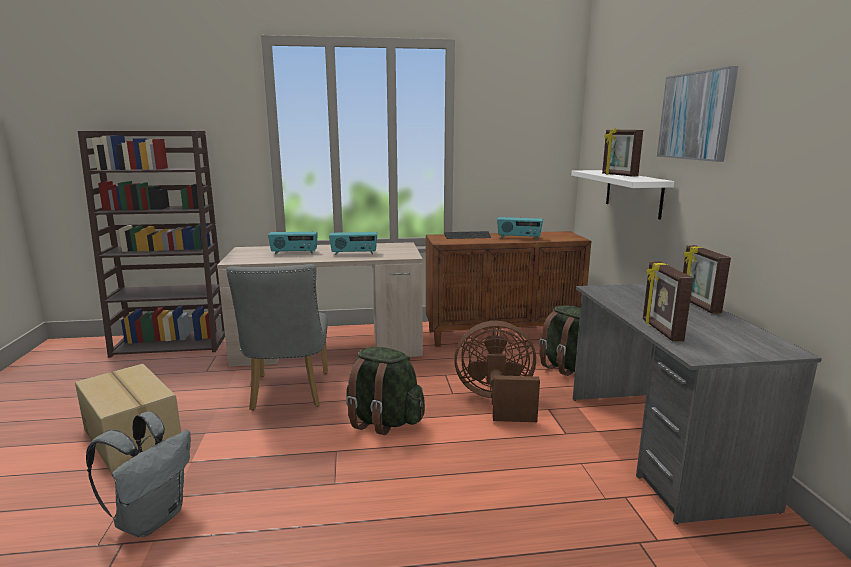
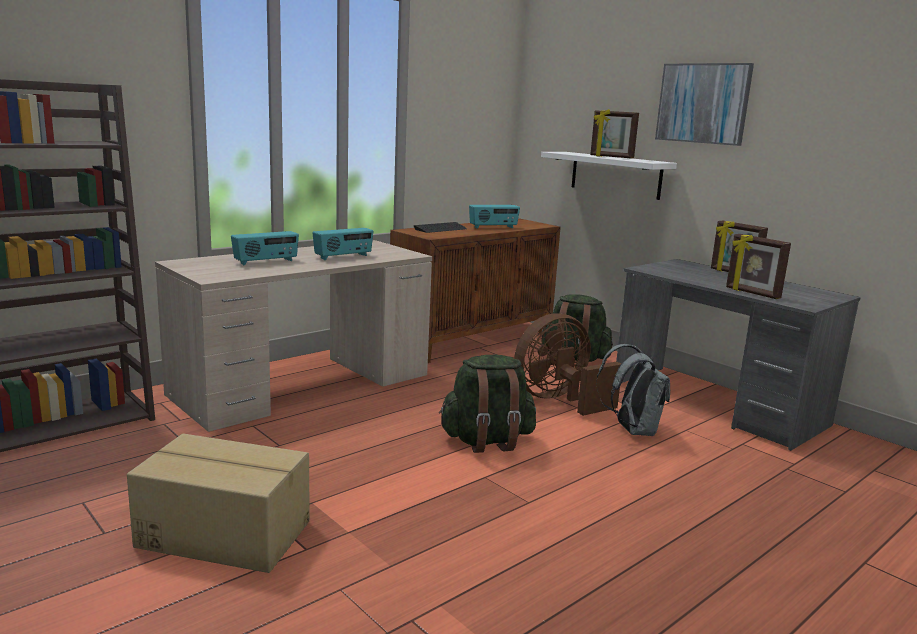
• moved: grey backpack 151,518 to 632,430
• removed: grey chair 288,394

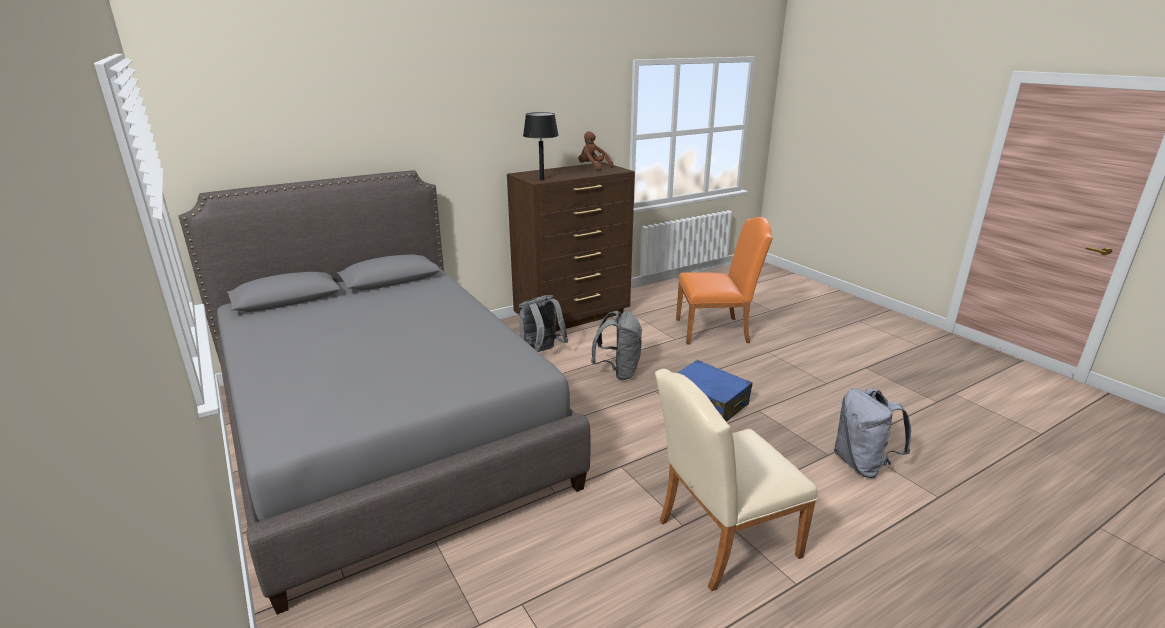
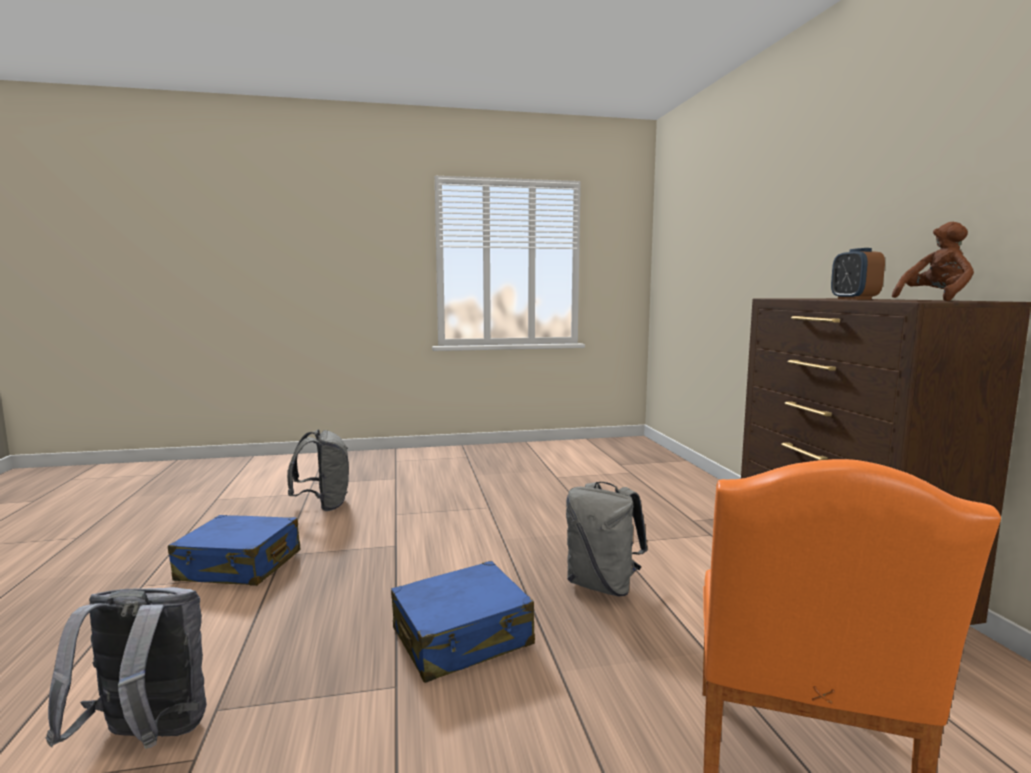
• removed: grey bed 387,431
• moved: grey backpack 541,352 to 323,505
• removed: black table lamp 542,179
• replaced: beige chair 720,540 to blue suitcase 239,566
• added: alarm clock 854,299

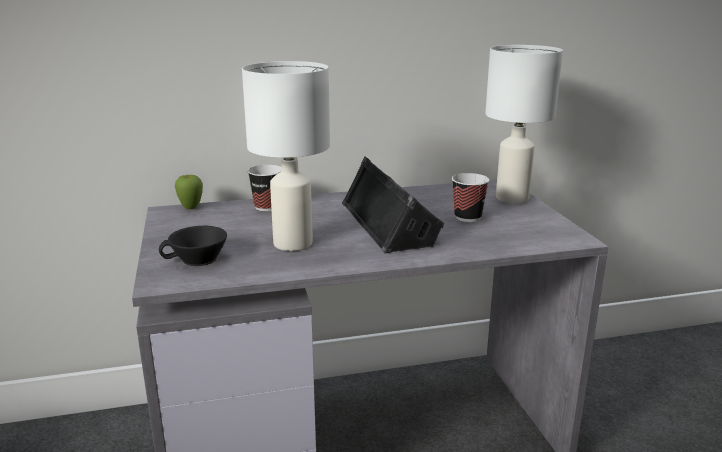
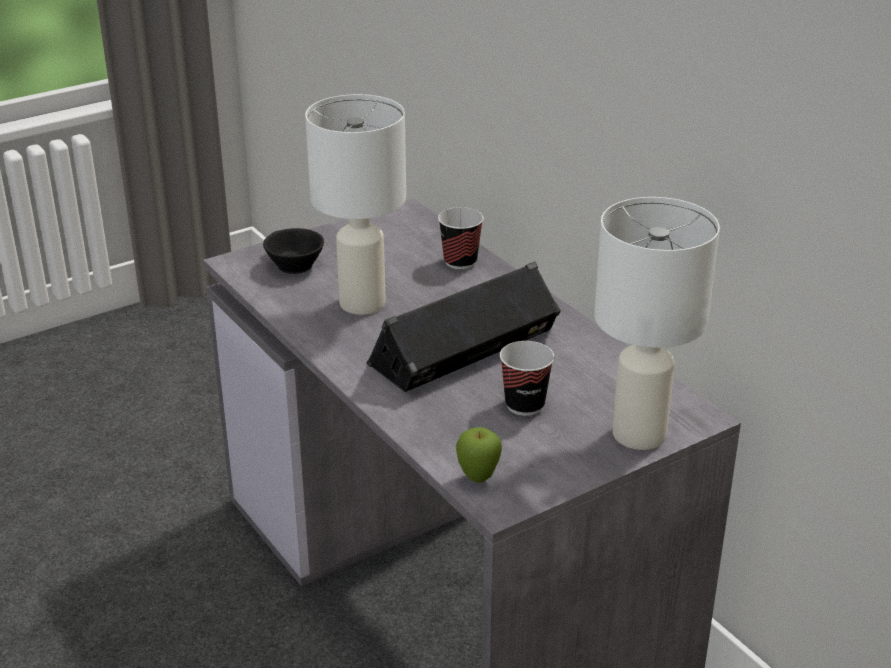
• moved: apple 191,208 to 478,479

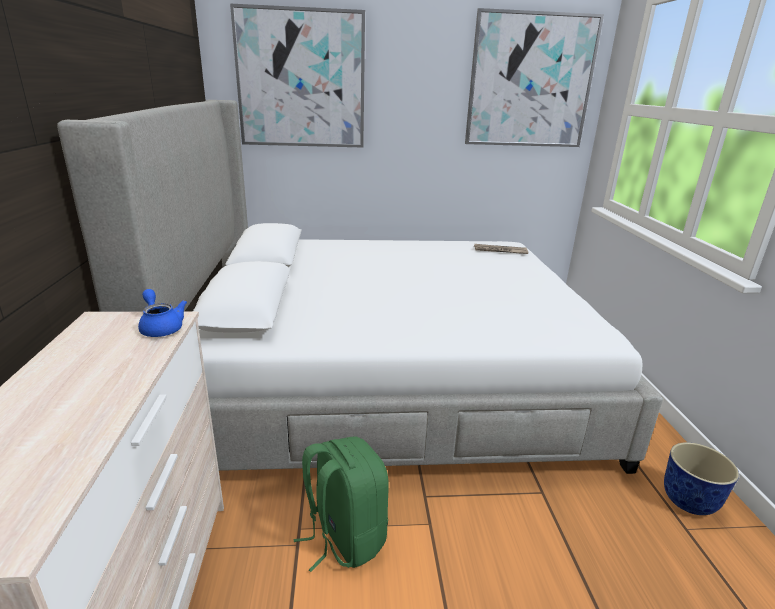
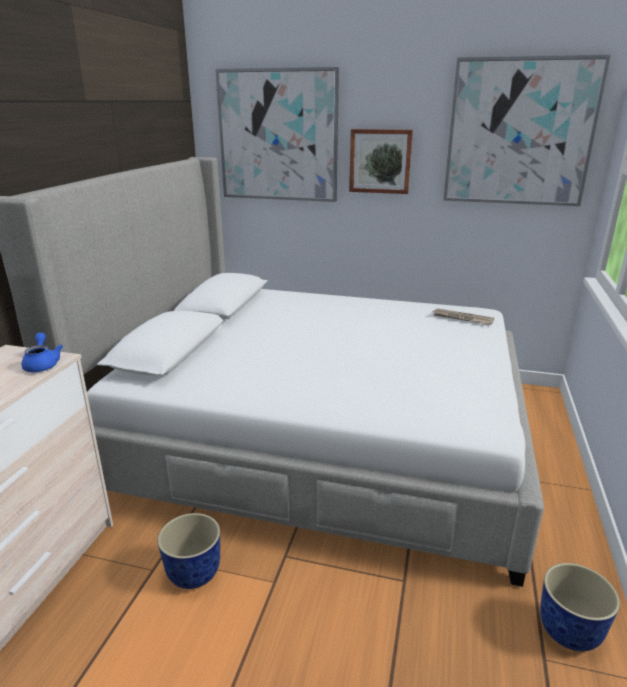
• replaced: green backpack 344,537 to planter 193,574
• added: picture 380,161

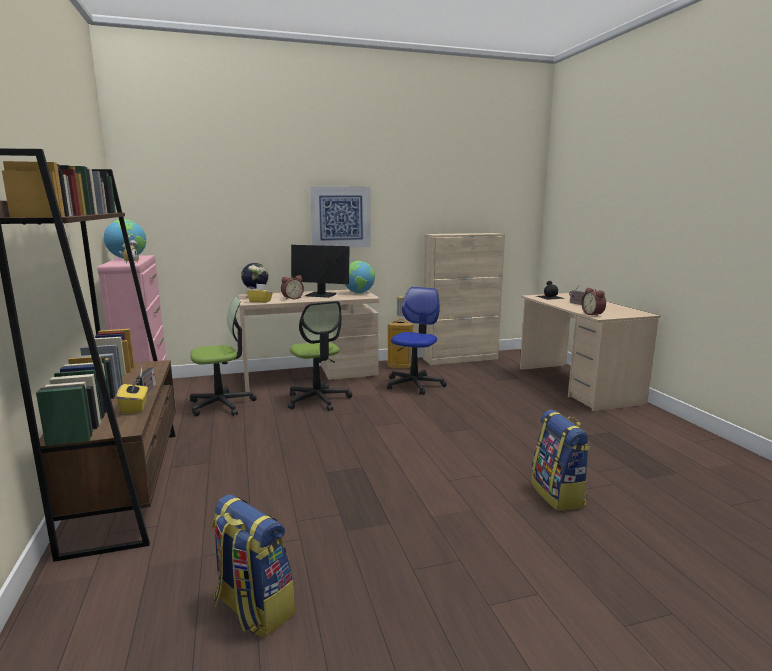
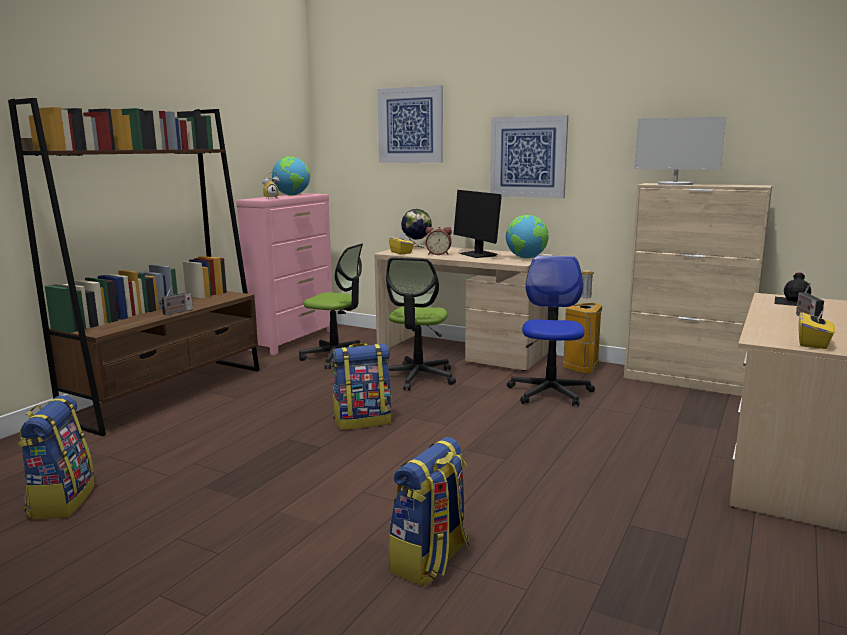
• moved: yellow tissue box 134,407 to 813,343
• turned: office chair 414,384 = 550,393 60 degrees counterclockwise
• removed: alarm clock 593,314
• added: backpack 363,421
• added: picture 410,125
• added: monitor 675,184

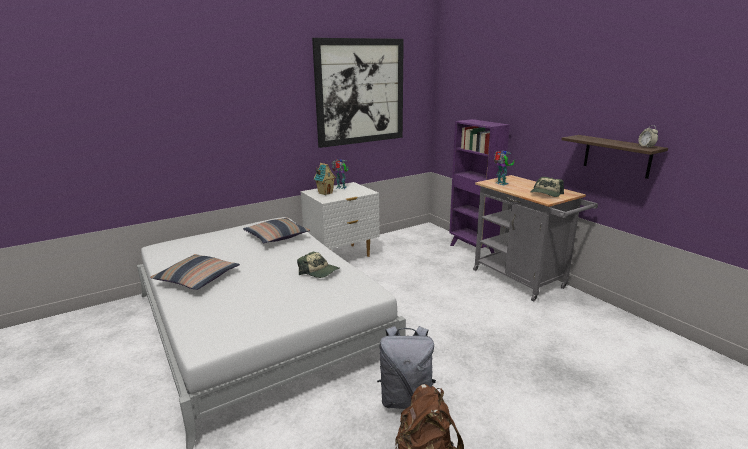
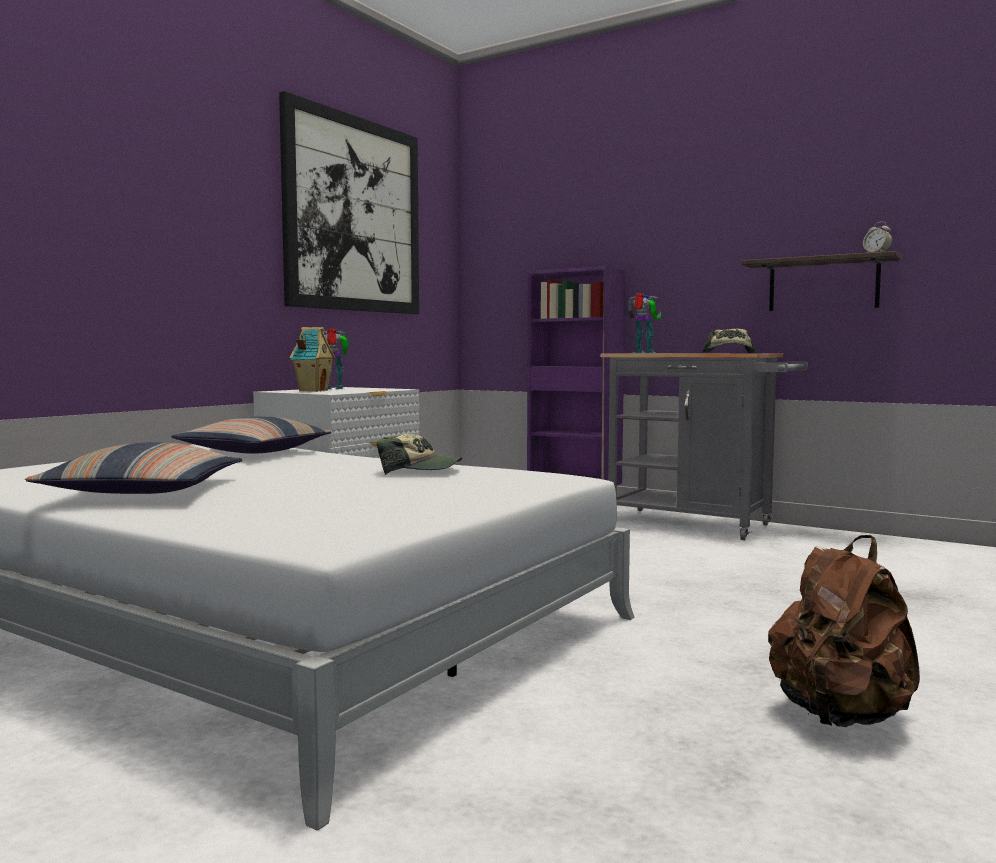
• removed: grey backpack 406,399

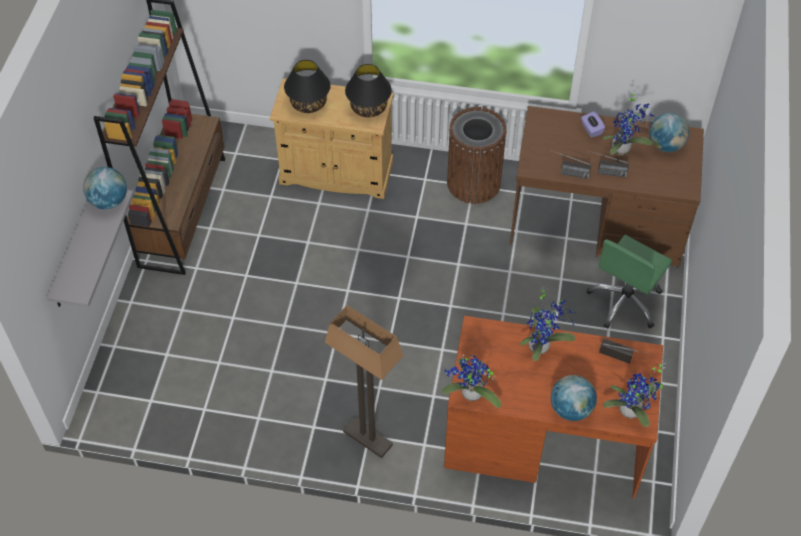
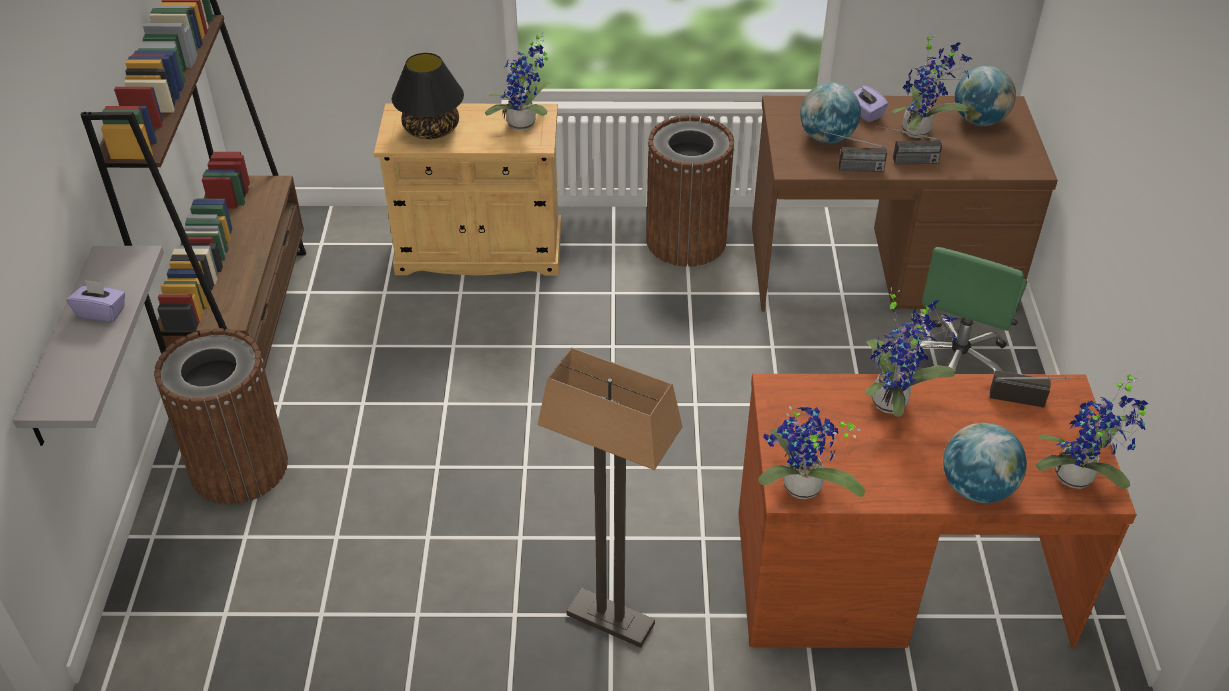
• moved: globe 109,201 to 826,137
• replaced: black table lamp 368,108 to potted plant 525,125
• added: purple tissue box 102,312
• added: brown trash can 239,467

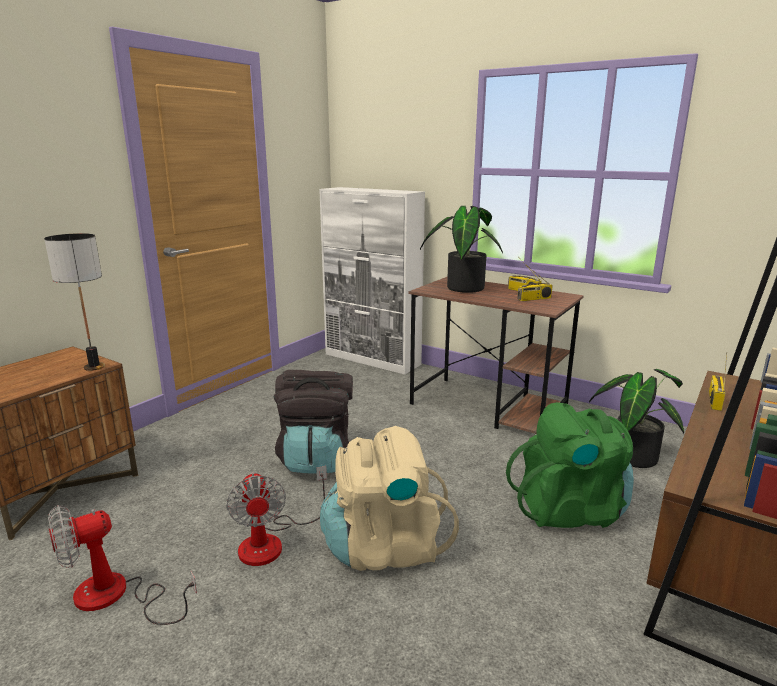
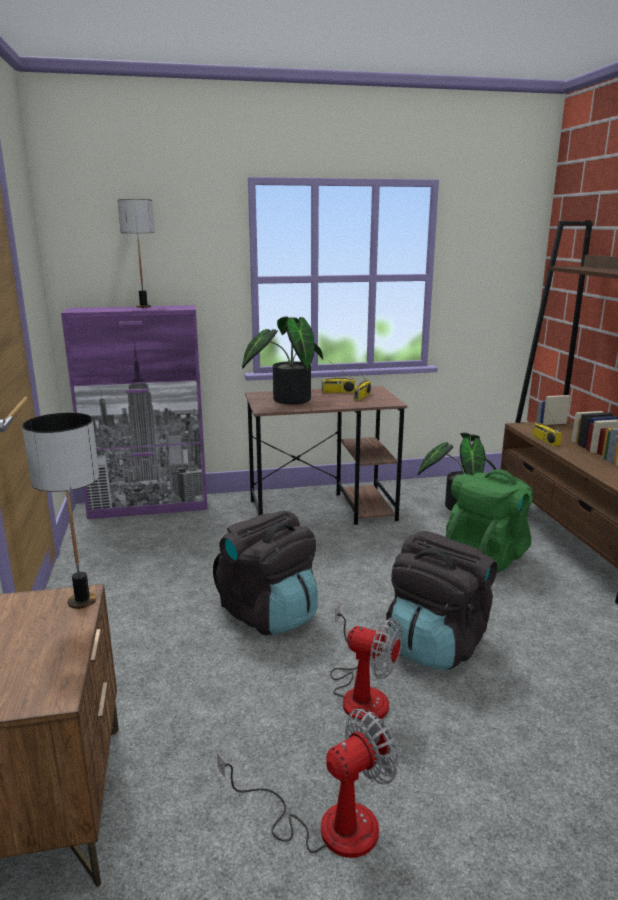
• turned: fan 116,597 = 327,824 135 degrees counterclockwise
• recoloured: white cabinet 372,359 to purple cabinet 149,507
• recoloured: beige backpack 384,547 to black backpack 436,644
• added: table lamp 144,307

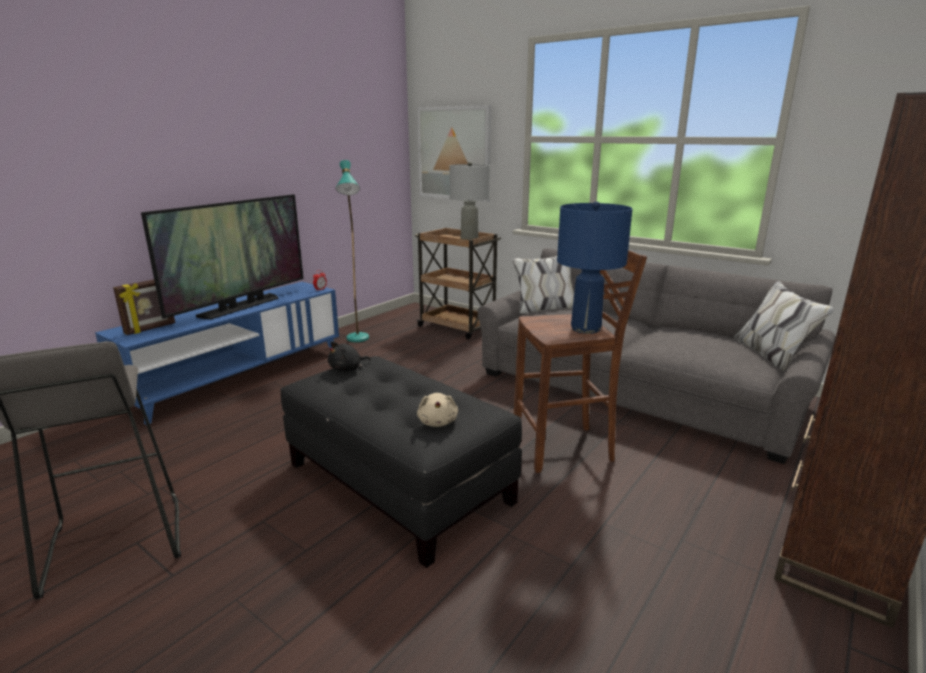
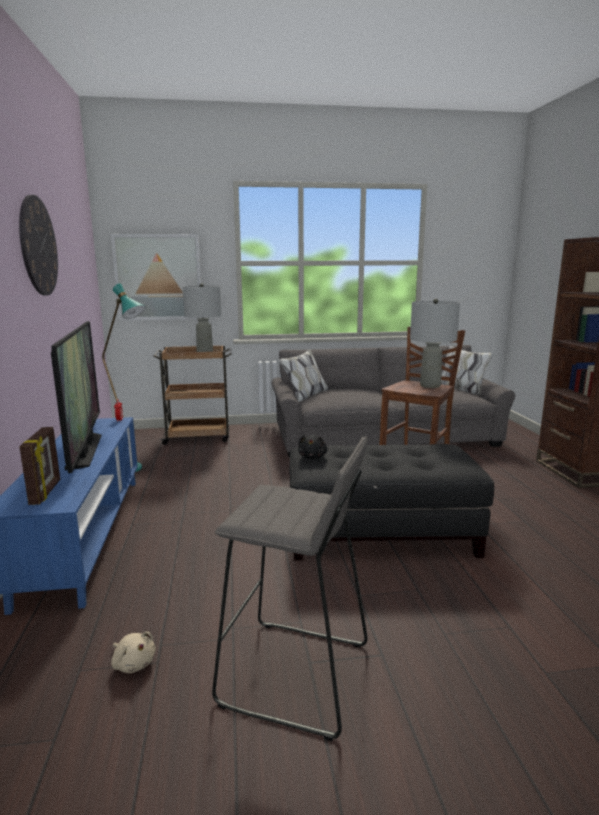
• moved: beige plush toy 438,422 to 133,663
• recoloured: blue table lamp 585,329 to grey table lamp 430,386
• added: wall clock 38,246

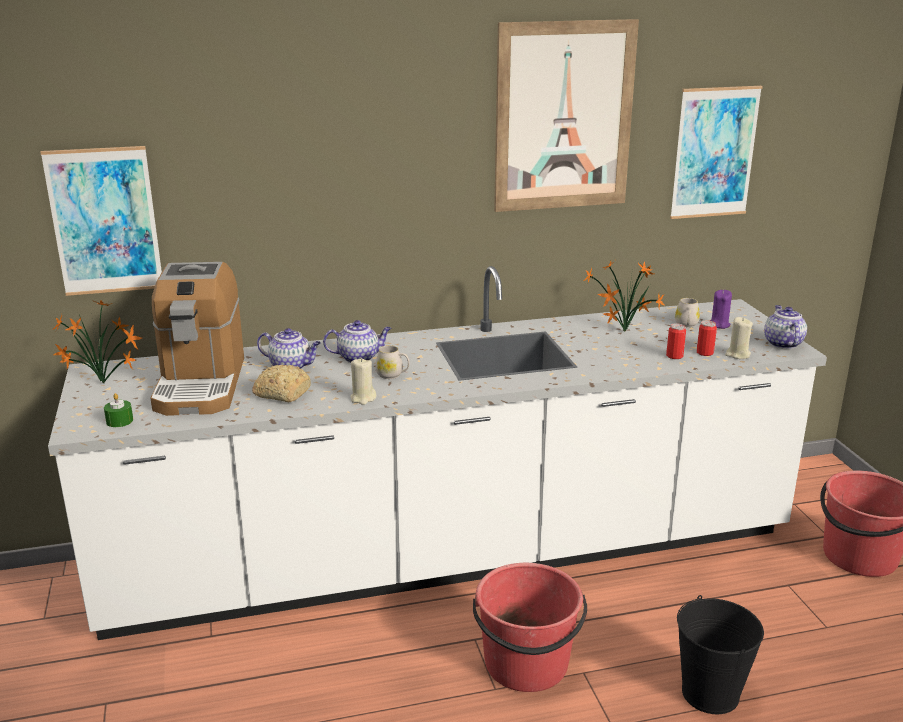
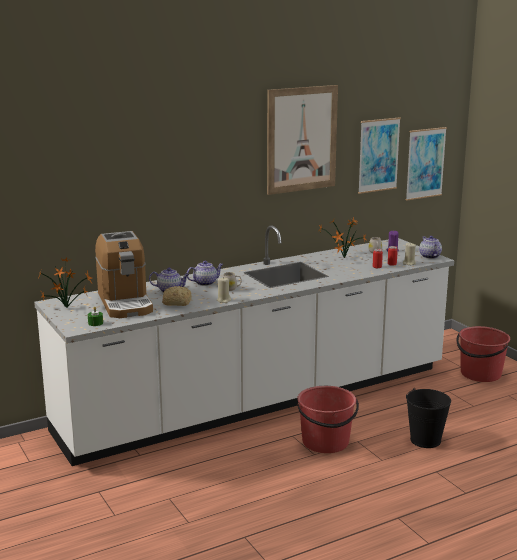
• moved: picture 104,221 to 425,163

